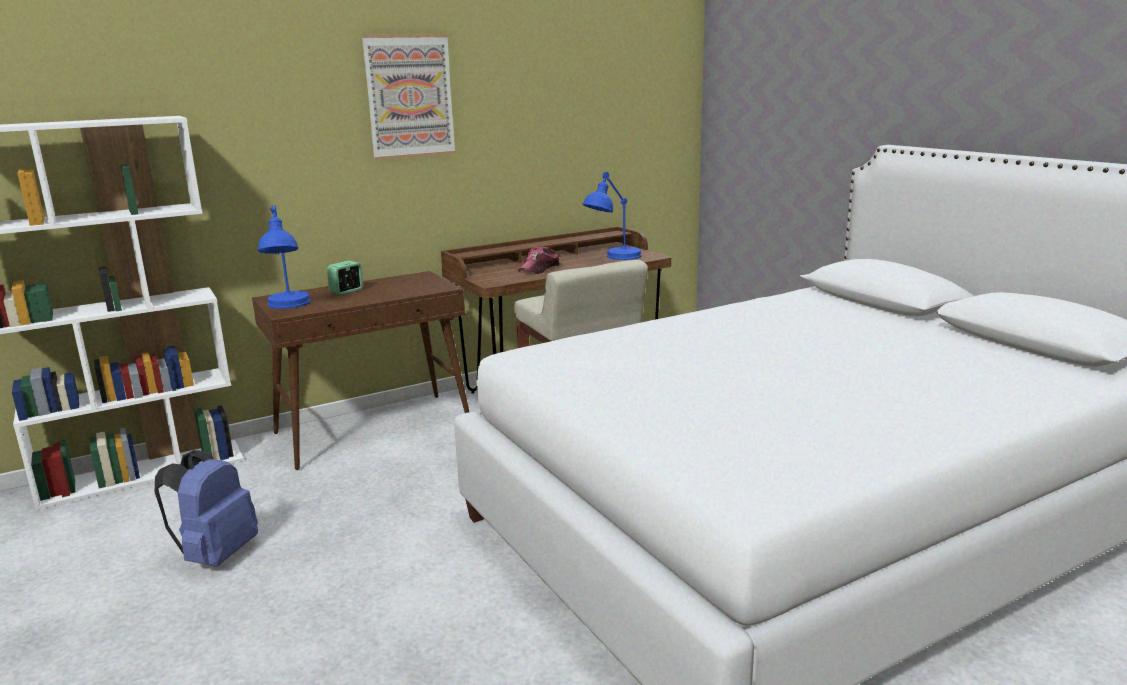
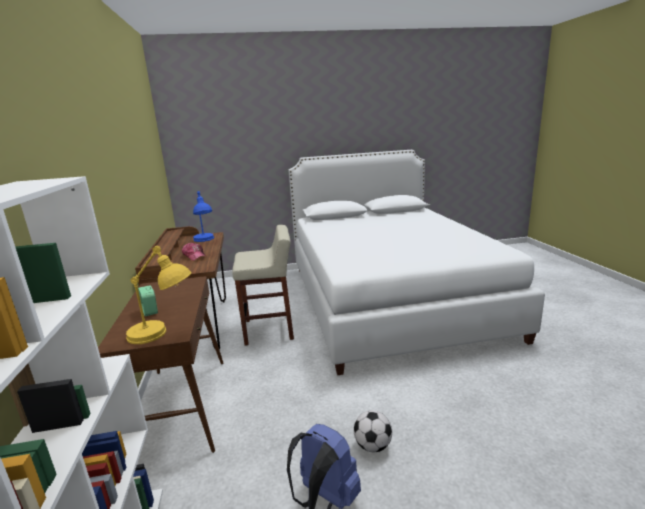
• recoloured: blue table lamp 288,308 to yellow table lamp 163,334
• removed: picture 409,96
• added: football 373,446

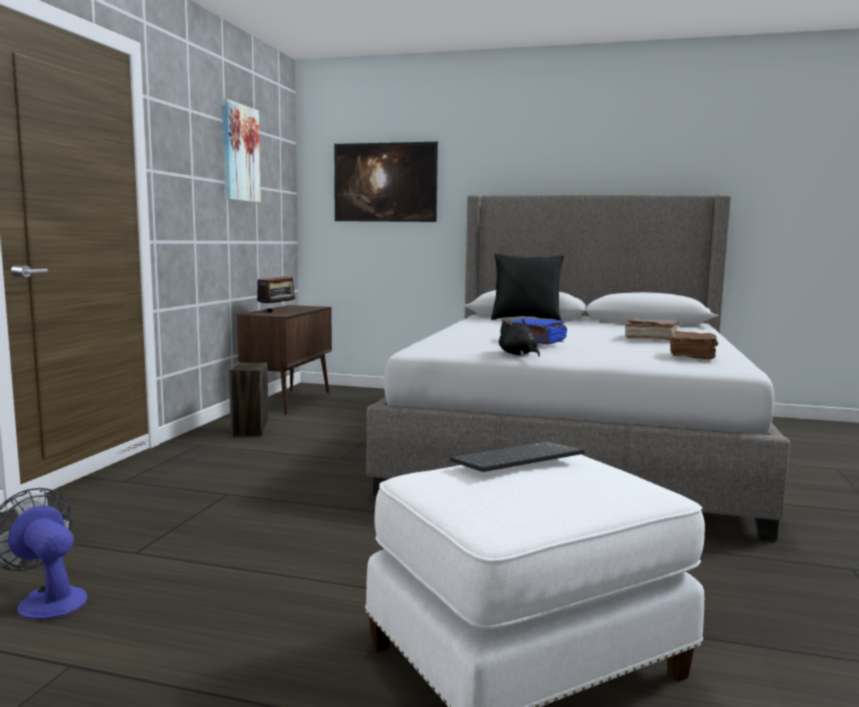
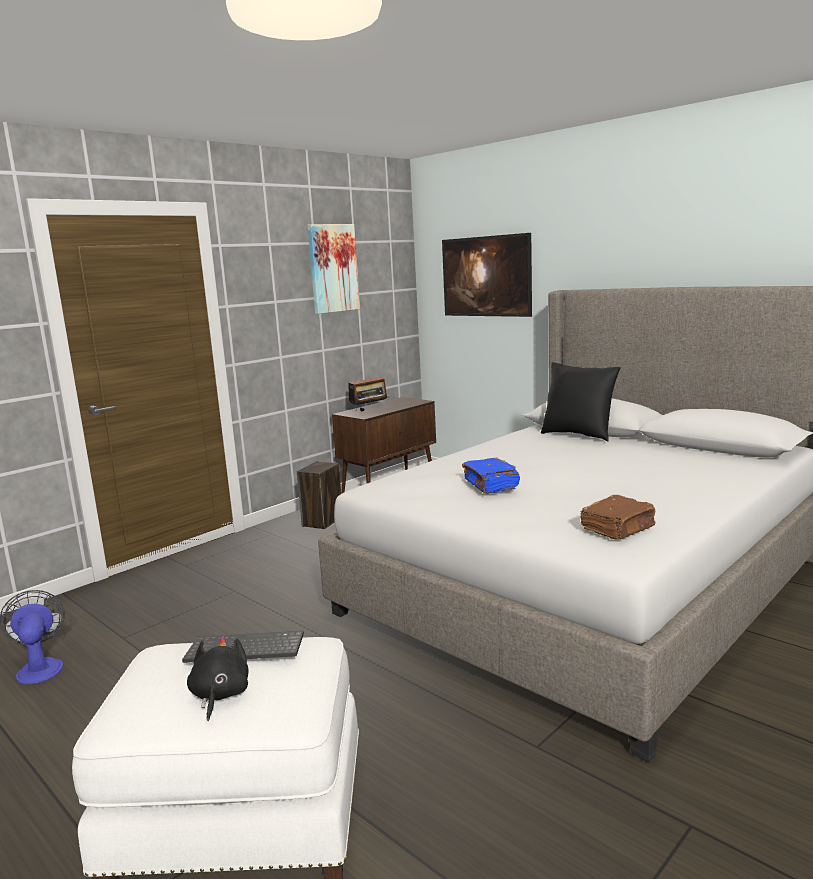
• moved: black plush toy 518,354 to 219,695
• removed: brown book 650,338

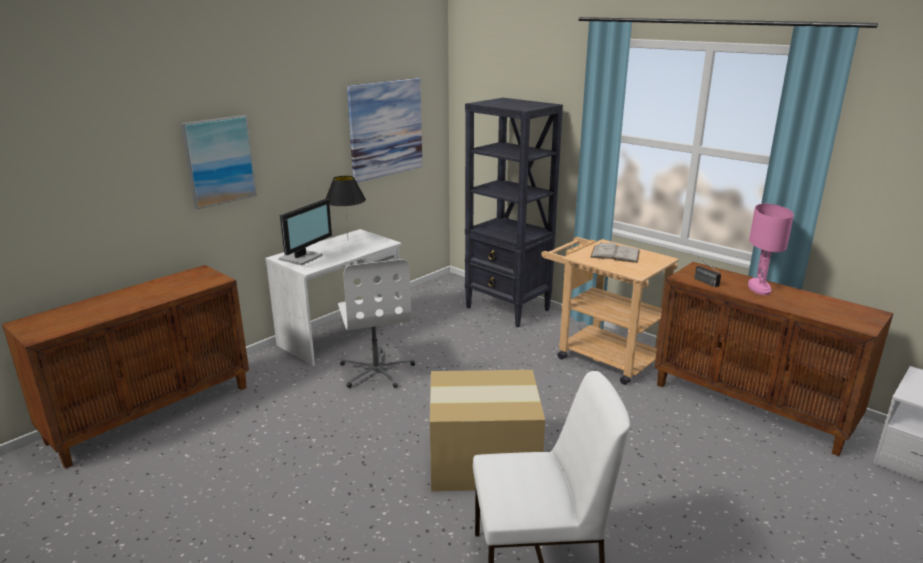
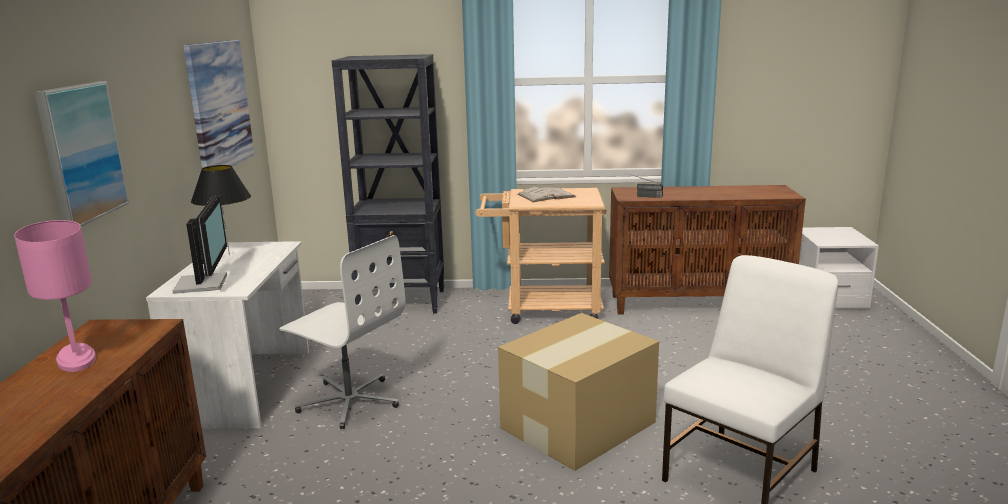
• moved: pink table lamp 759,288 to 77,359

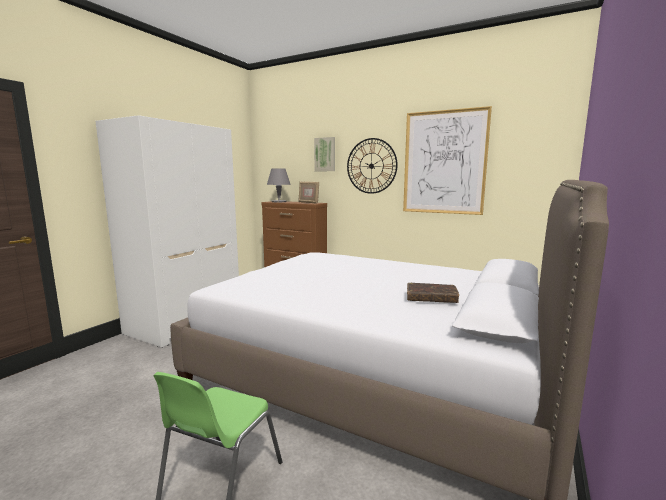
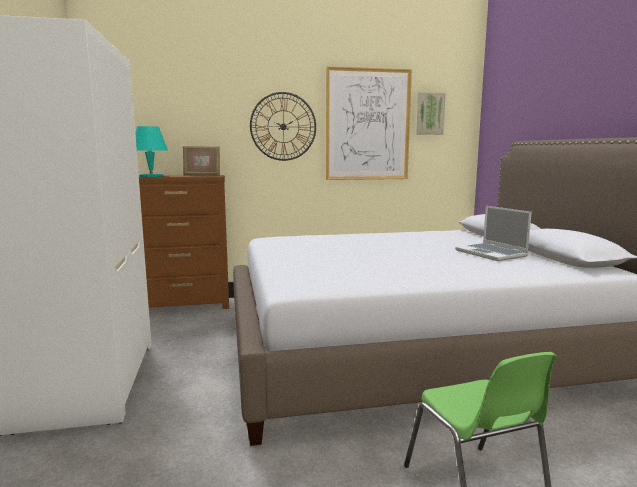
• recoloured: grey table lamp 279,201 to turquoise table lamp 151,176
• moved: picture 325,154 to 429,114
• replaced: brown book 431,298 to laptop 492,253

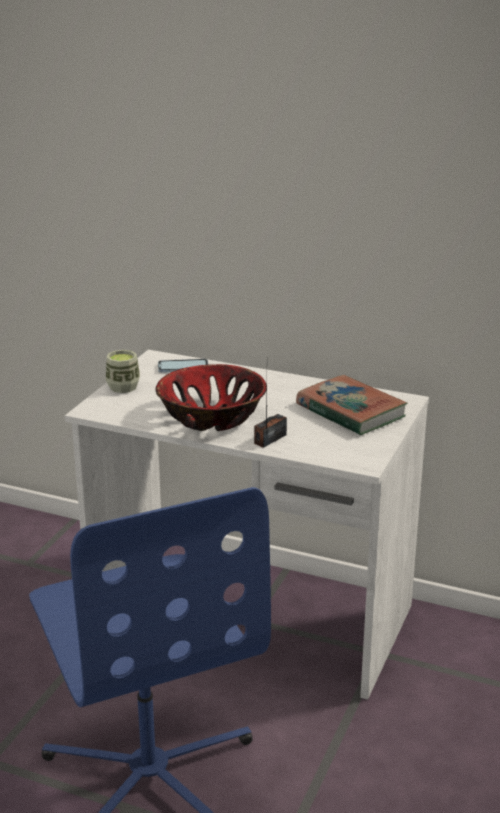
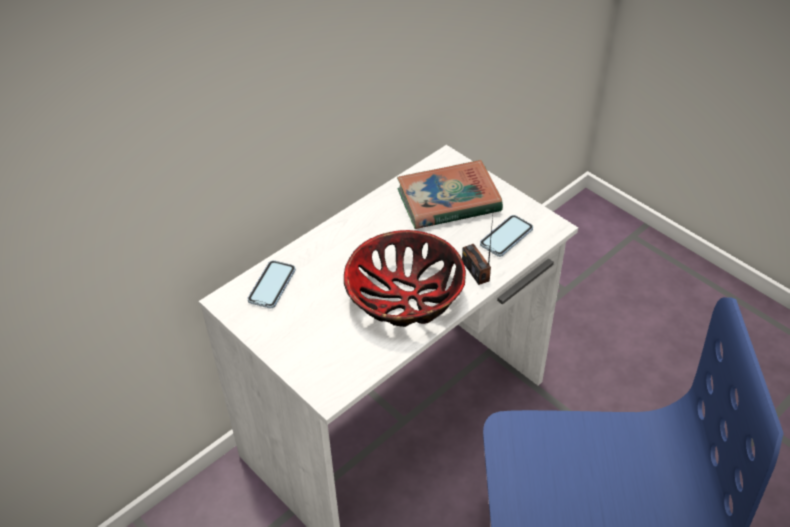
• removed: cup 123,387
• added: phone 506,237

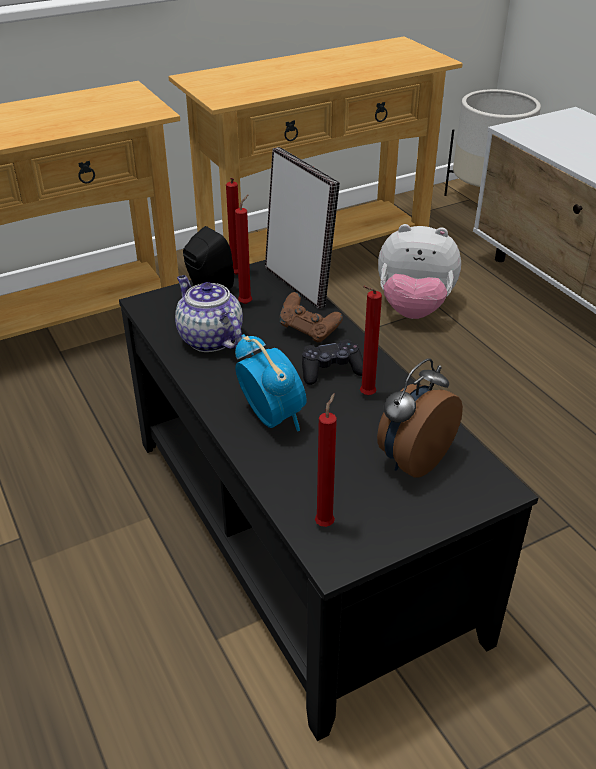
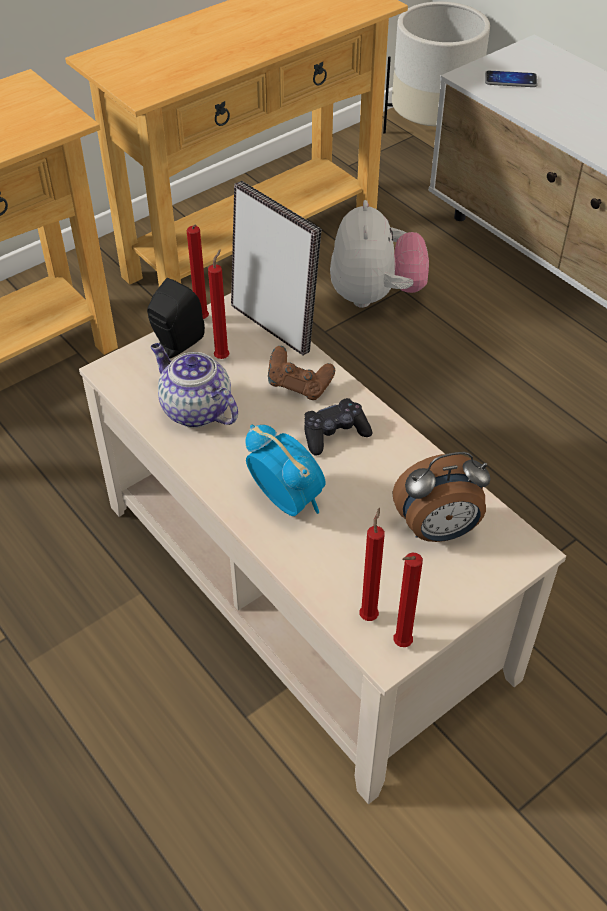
• recoloured: black coffee table 297,533 to beige coffee table 302,588
• moved: red candle 365,396 to 400,645
• turned: alarm clock 412,459 = 438,530 135 degrees counterclockwise
• turned: plush toy 414,309 = 375,295 90 degrees counterclockwise
• added: phone 510,80

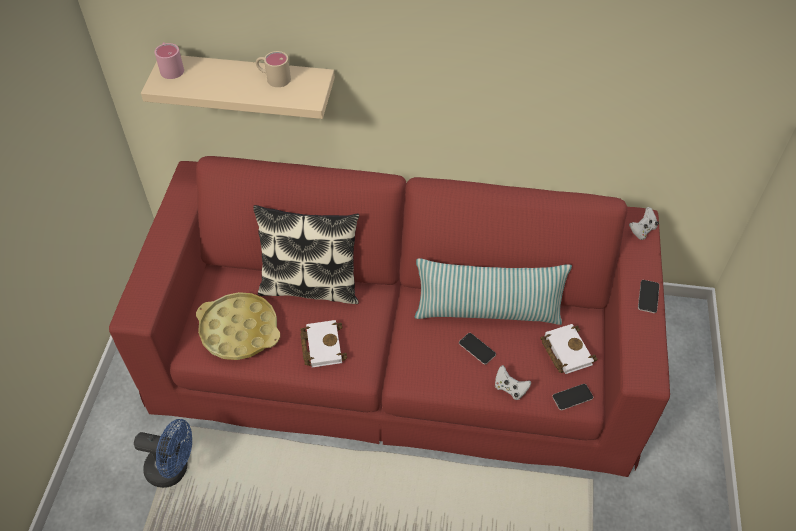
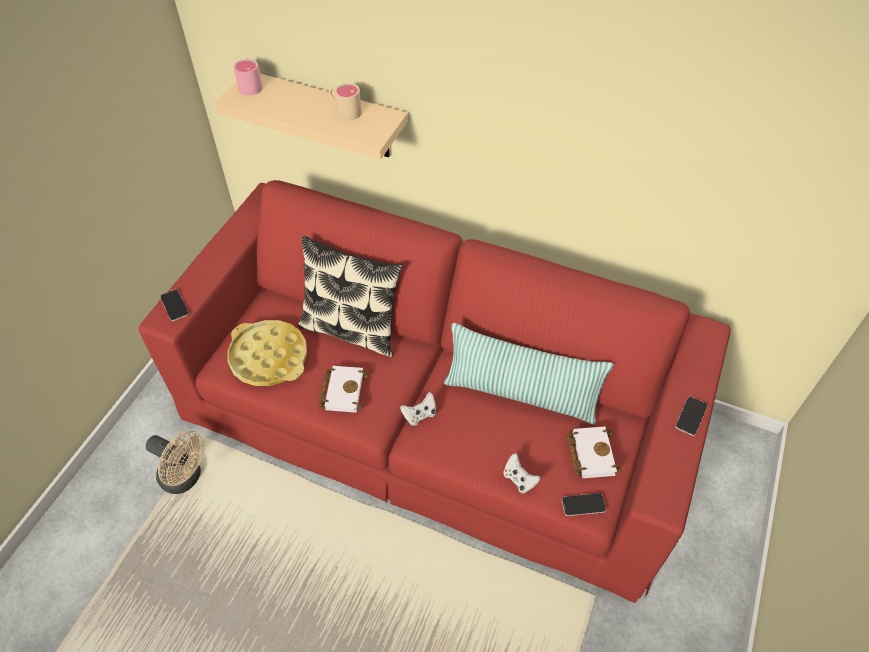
• recoloured: blue fan 174,469 to beige fan 186,478
• moved: phone 477,349 to 174,305
• moved: white game controller 642,230 to 420,415

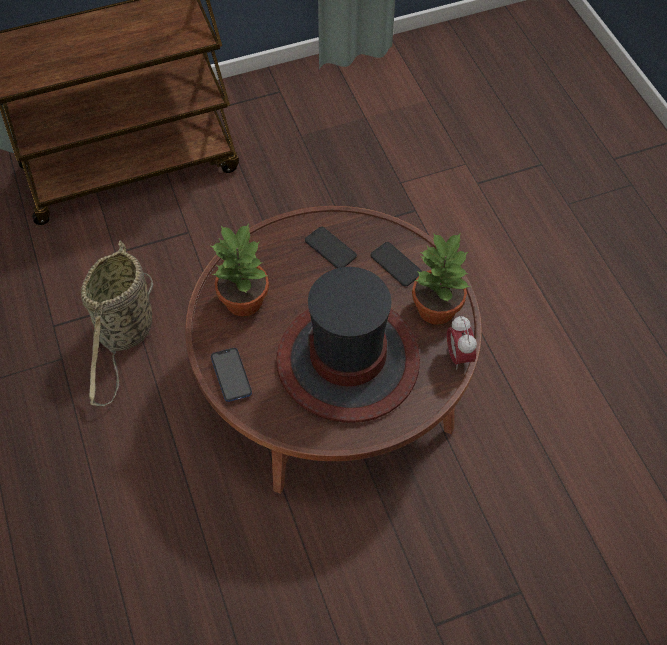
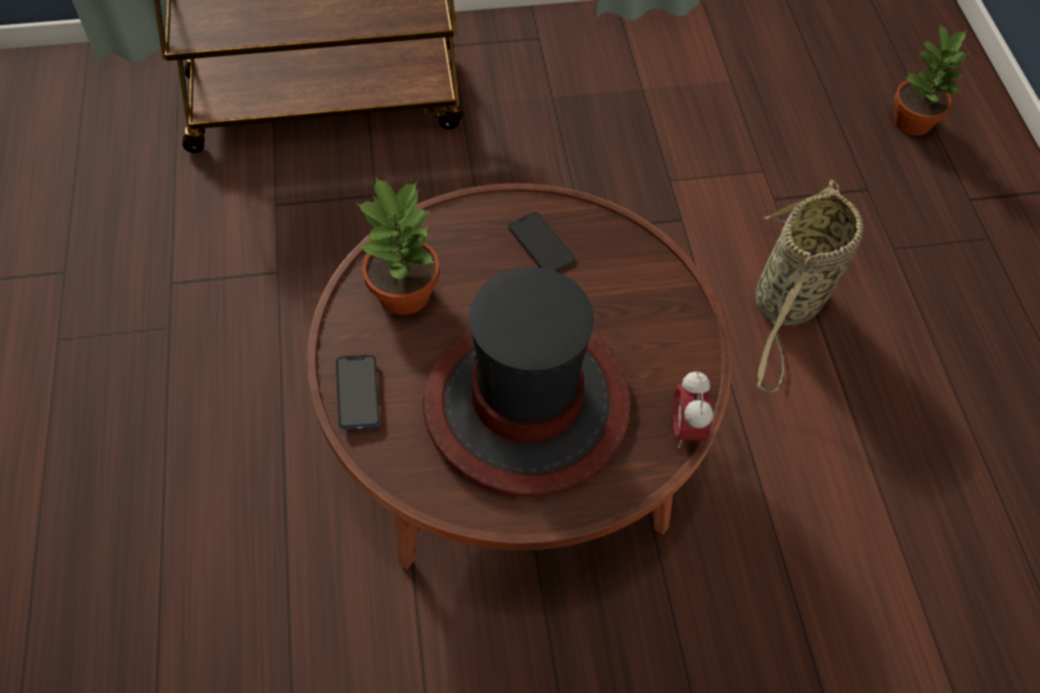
• moved: basket 126,334 to 787,305
• removed: phone 396,264
• moved: potted plant 436,308 to 913,121

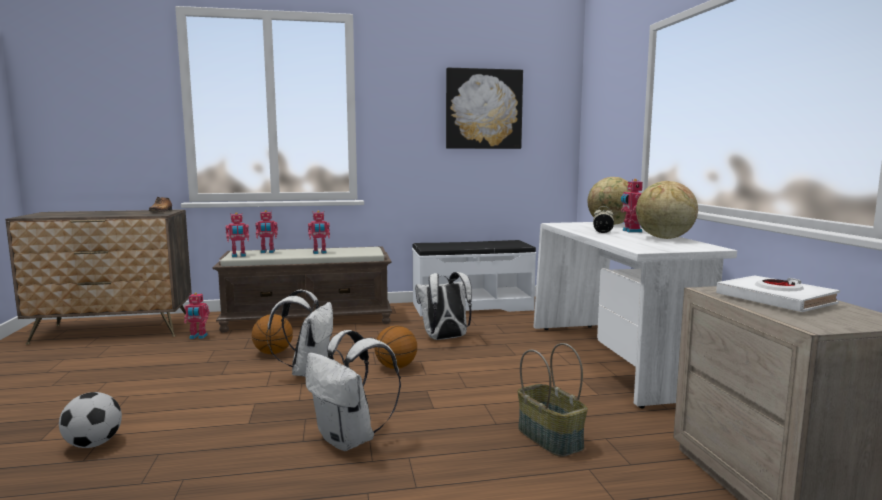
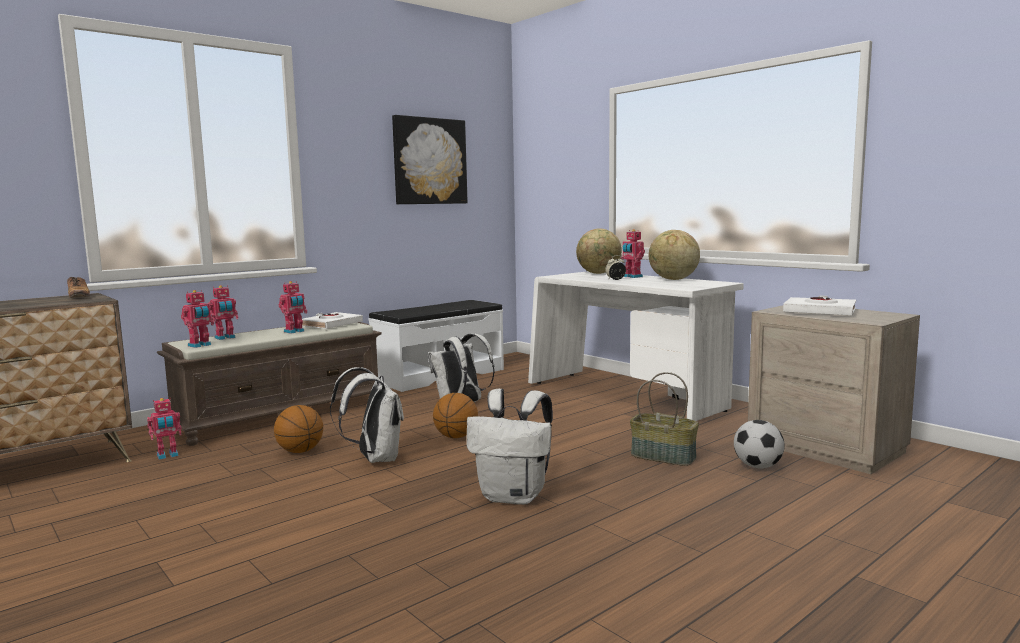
• moved: football 93,444 to 757,466
• added: white book 331,325

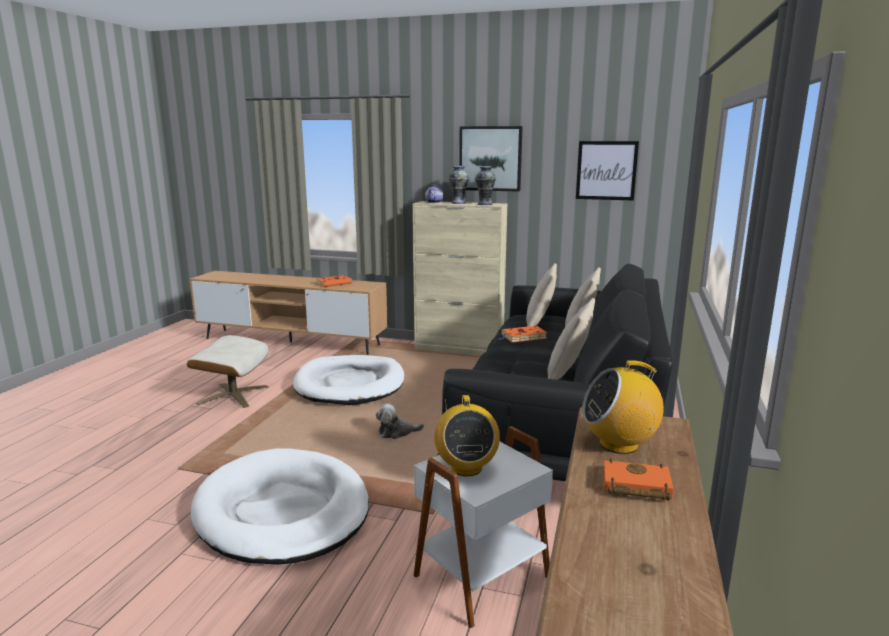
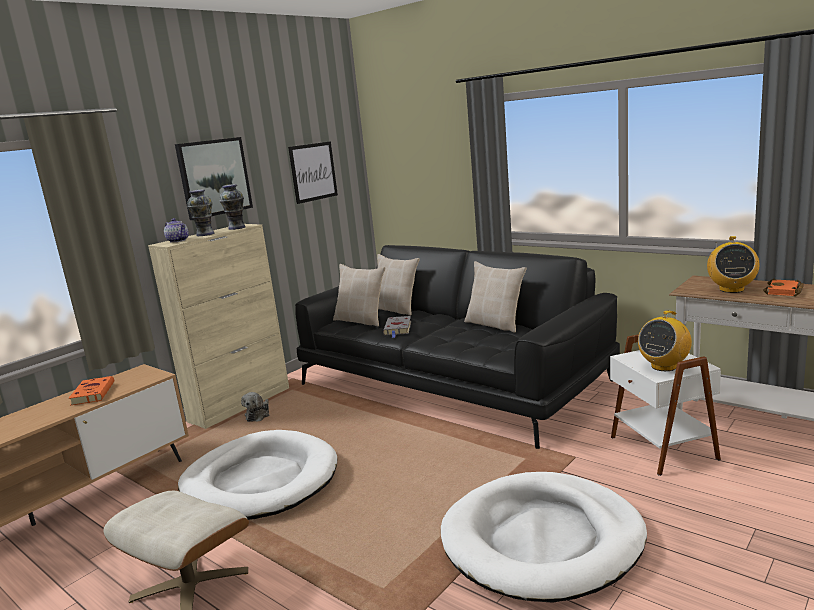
• moved: plush toy 397,433 to 258,415
• turned: radio 466,467 = 664,366 120 degrees clockwise
• recoloured: orange book 522,337 to grey book 398,329

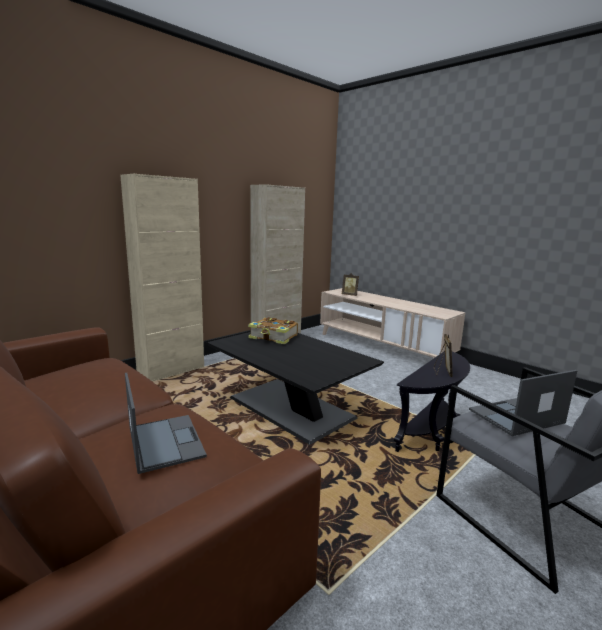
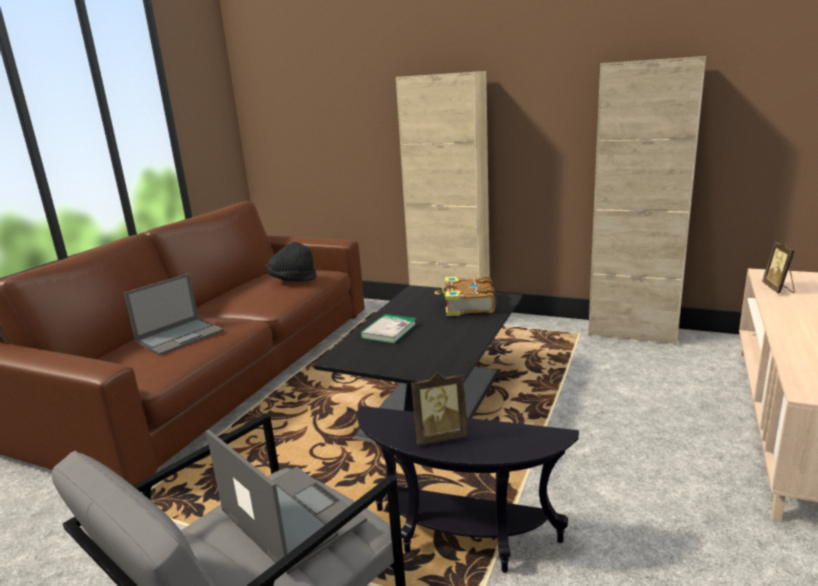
• added: black hat 292,280
• added: book 389,331

